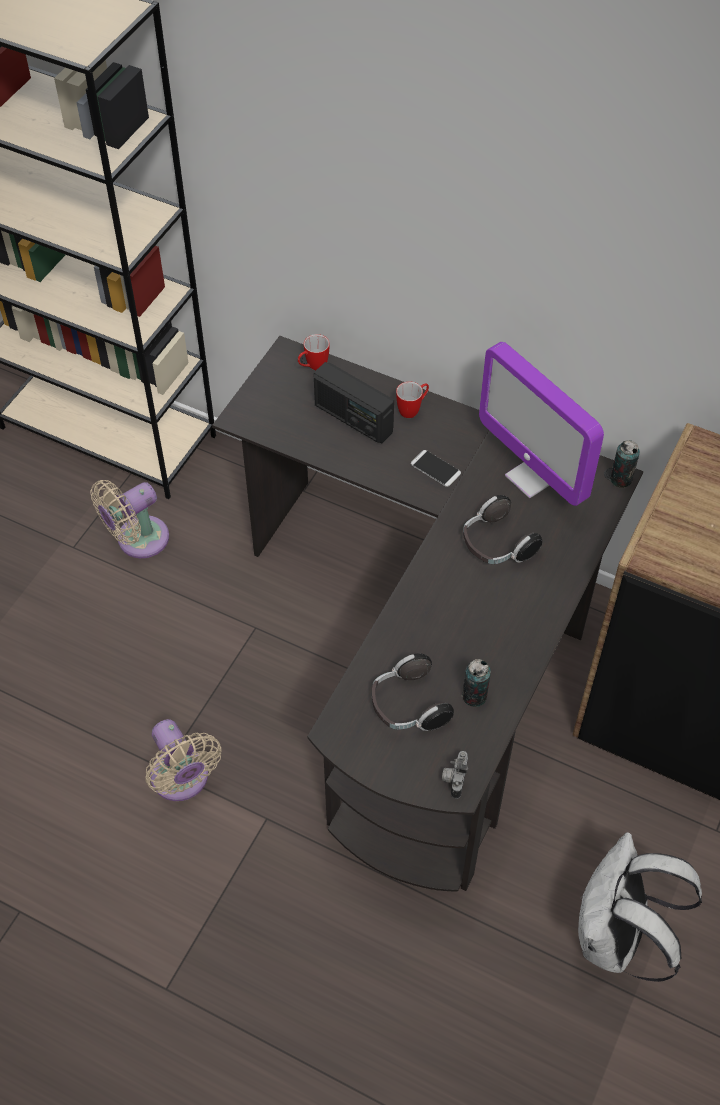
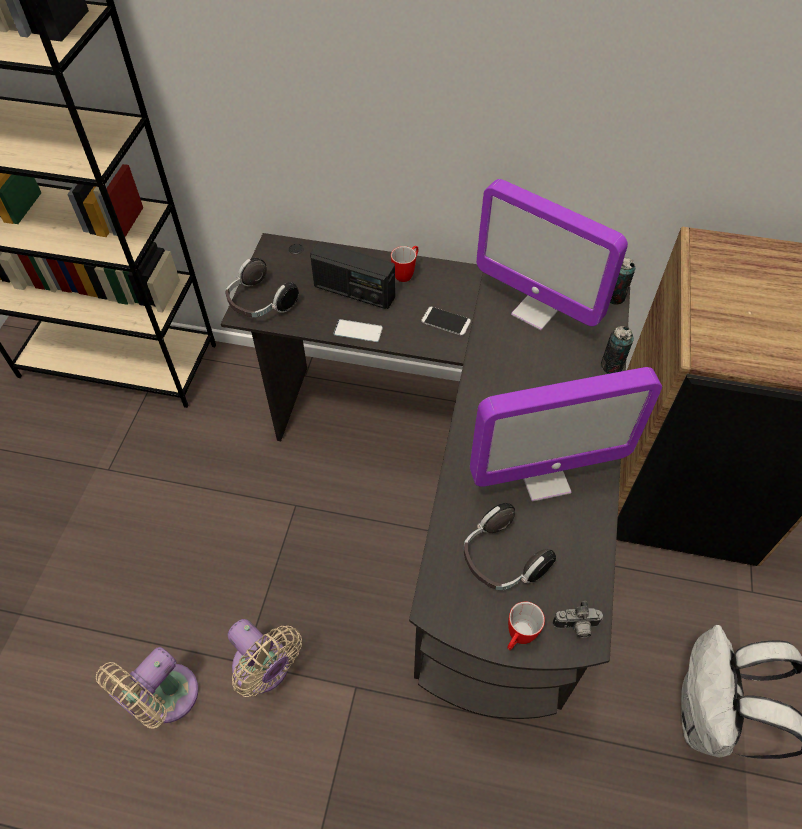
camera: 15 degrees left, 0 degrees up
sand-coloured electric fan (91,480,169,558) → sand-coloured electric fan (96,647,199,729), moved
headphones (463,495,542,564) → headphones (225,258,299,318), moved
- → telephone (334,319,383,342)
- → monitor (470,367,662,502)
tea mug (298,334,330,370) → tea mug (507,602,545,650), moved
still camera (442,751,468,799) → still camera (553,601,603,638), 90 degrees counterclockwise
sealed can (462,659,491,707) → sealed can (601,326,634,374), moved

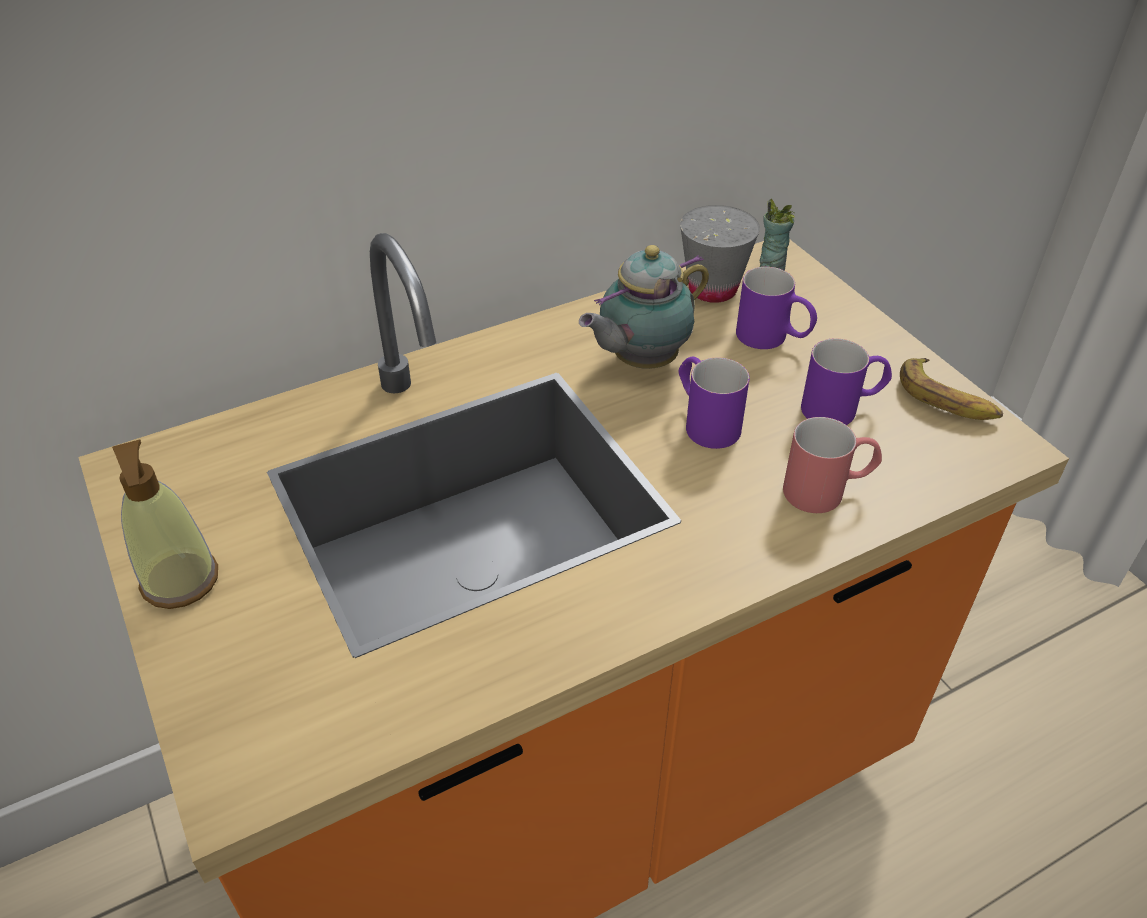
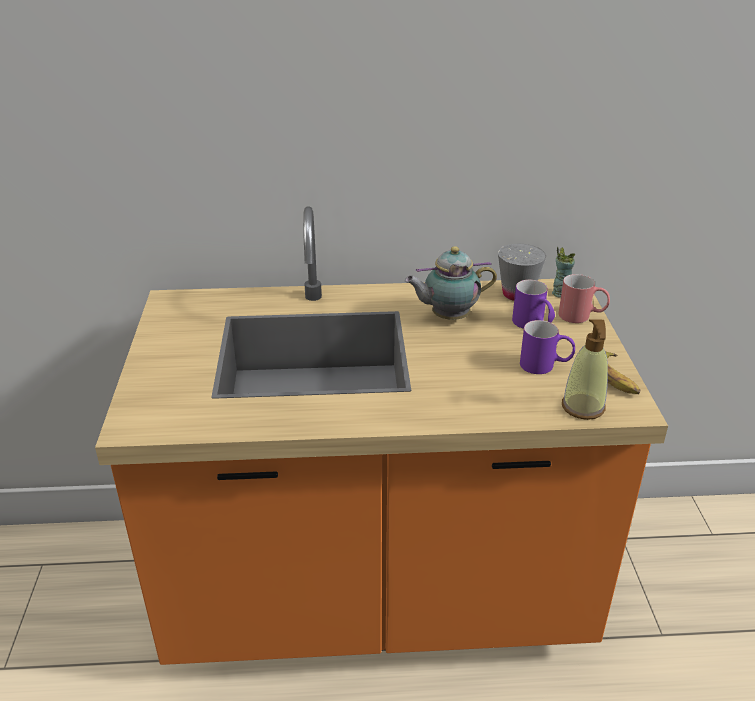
camera: 25 degrees right, 10 degrees down
red-coloured tea mug (783,417,882,513) → red-coloured tea mug (558,274,610,323), moved
liquid soap bottle (112,440,218,609) → liquid soap bottle (562,319,608,420), moved
purple-coloured tea mug (678,357,750,449) → -

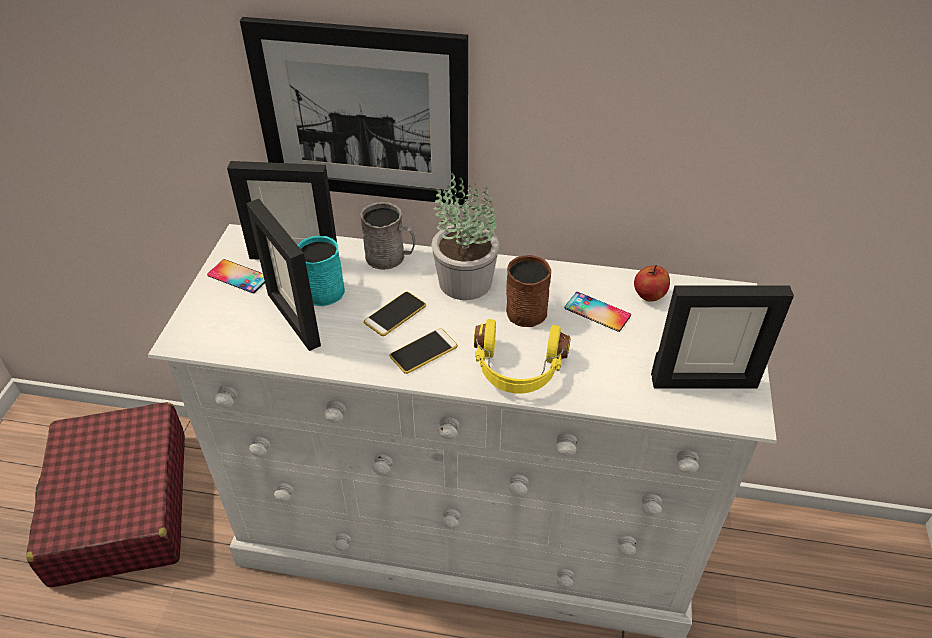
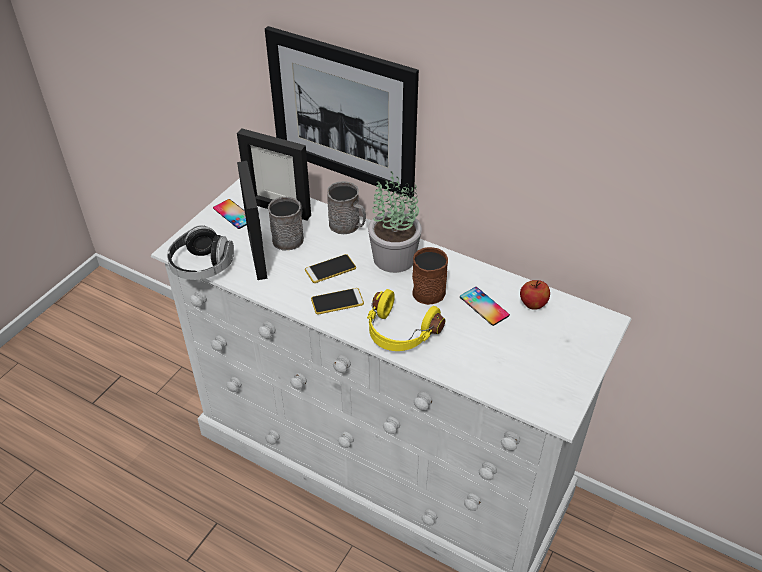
camera: 20 degrees right, 0 degrees up
- → headphones (167,225,234,280)
blue-green tea mug (298,236,345,306) → grey tea mug (268,196,304,250)
red-coloured travel case (26,402,185,588) → -
photo frame (651,285,794,388) → -

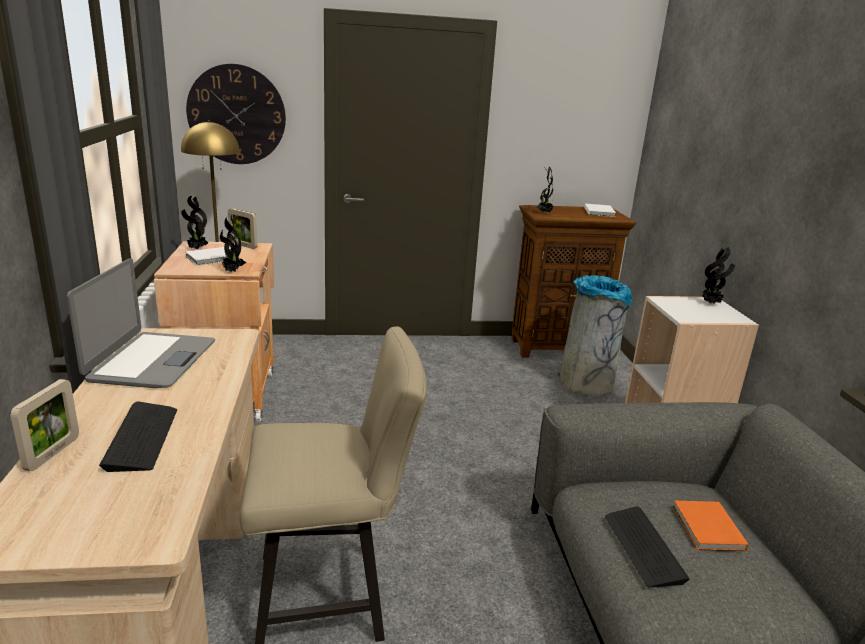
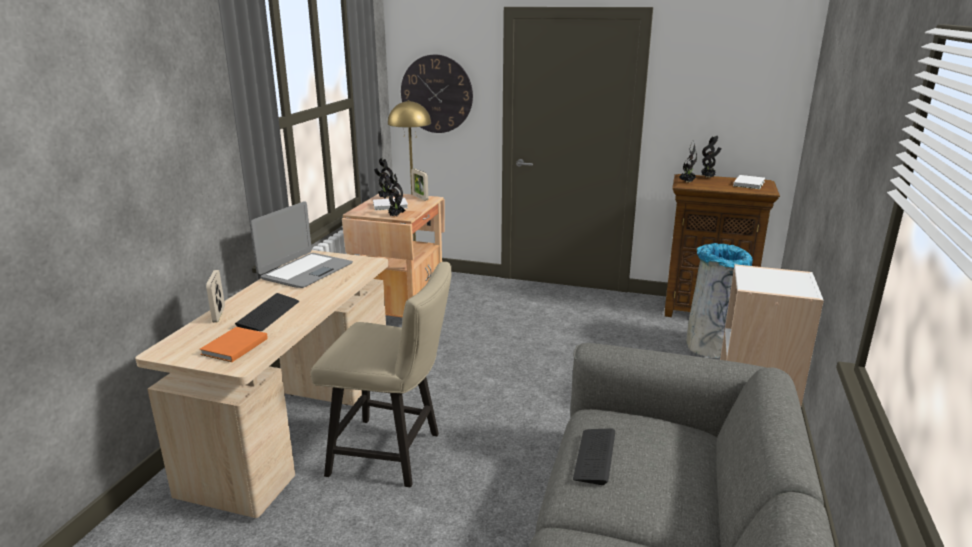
camera: 25 degrees right, 0 degrees up
orangey volume (673,501,749,551) → orangey volume (200,327,268,362), moved
photo frame (11,379,79,471) → photo frame (206,270,225,323), 135 degrees clockwise
houseplant (703,247,735,304) → houseplant (701,136,722,178), moved

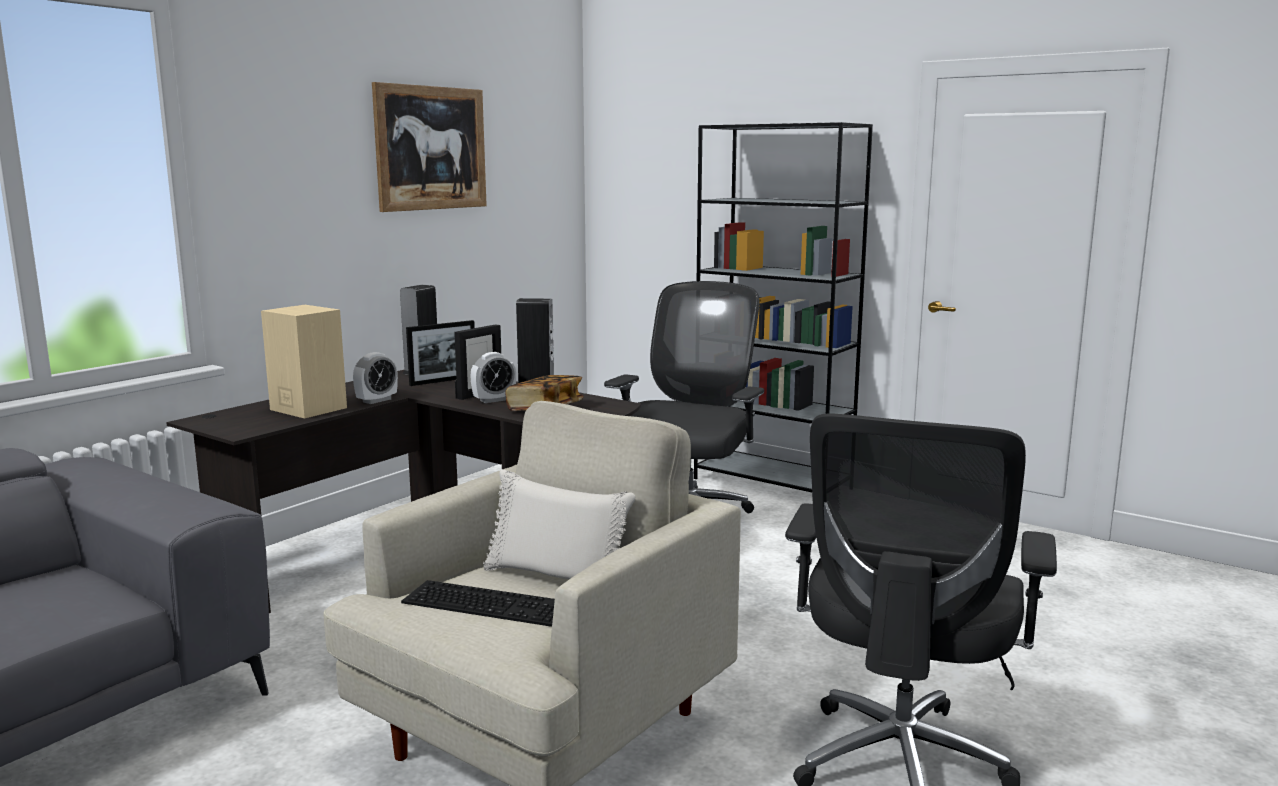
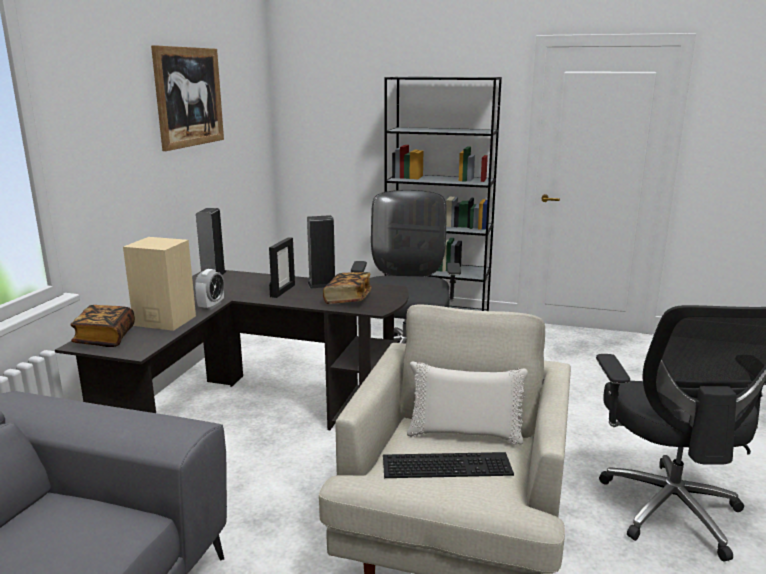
camera: 20 degrees left, 5 degrees up
- → volume (70,305,135,347)
photo frame (406,320,475,386) → -
alarm clock (470,352,516,403) → -

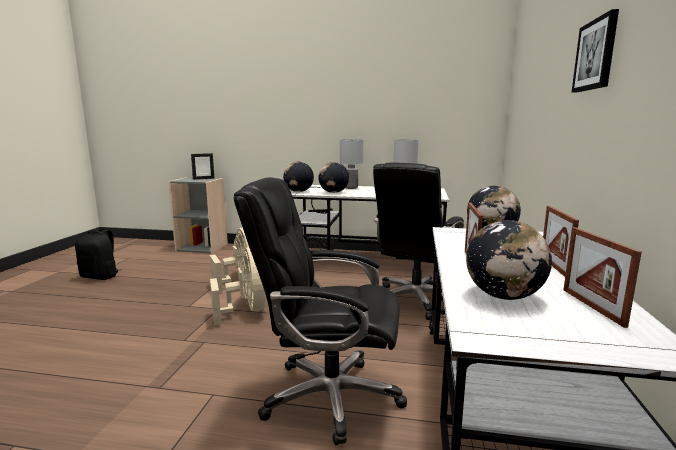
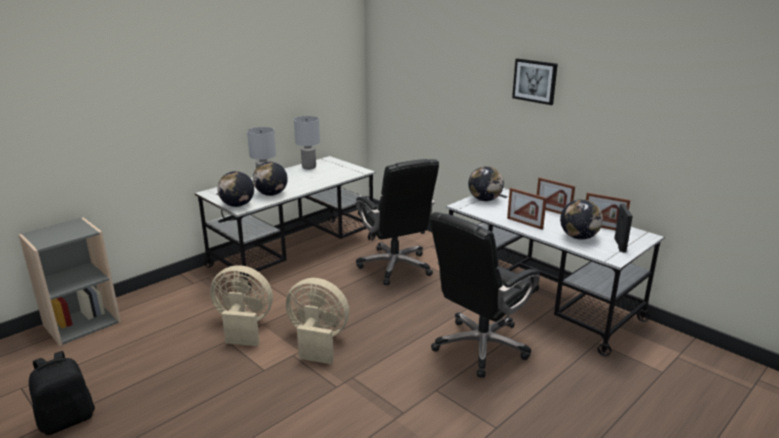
camera: 55 degrees left, 10 degrees up
photo frame (191,153,214,180) → photo frame (614,203,633,253), moved

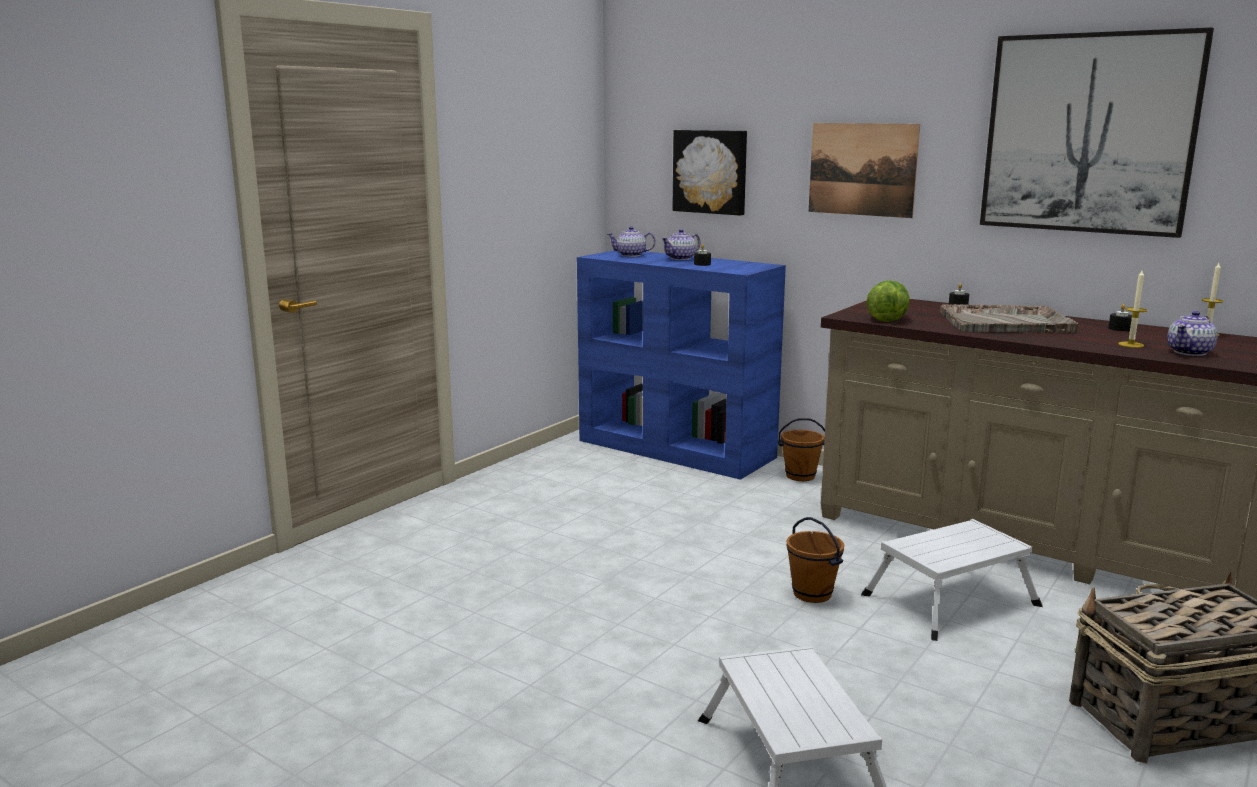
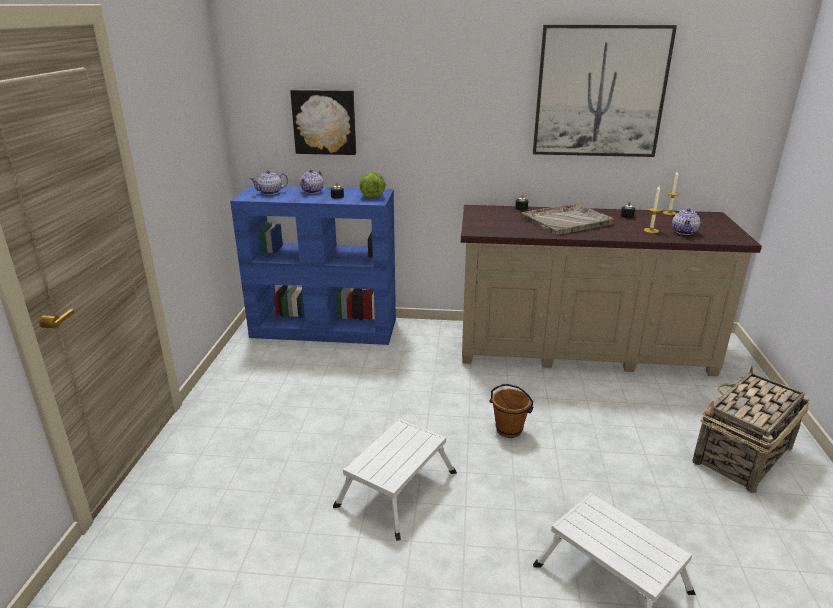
camera: 30 degrees left, 10 degrees up
whitish step stool (861,519,1043,641) → whitish step stool (333,419,457,541), moved
lettuce (866,280,910,322) → lettuce (360,171,385,198), moved
brownish water bucket (778,418,825,481) → -
picture (809,123,920,218) → -

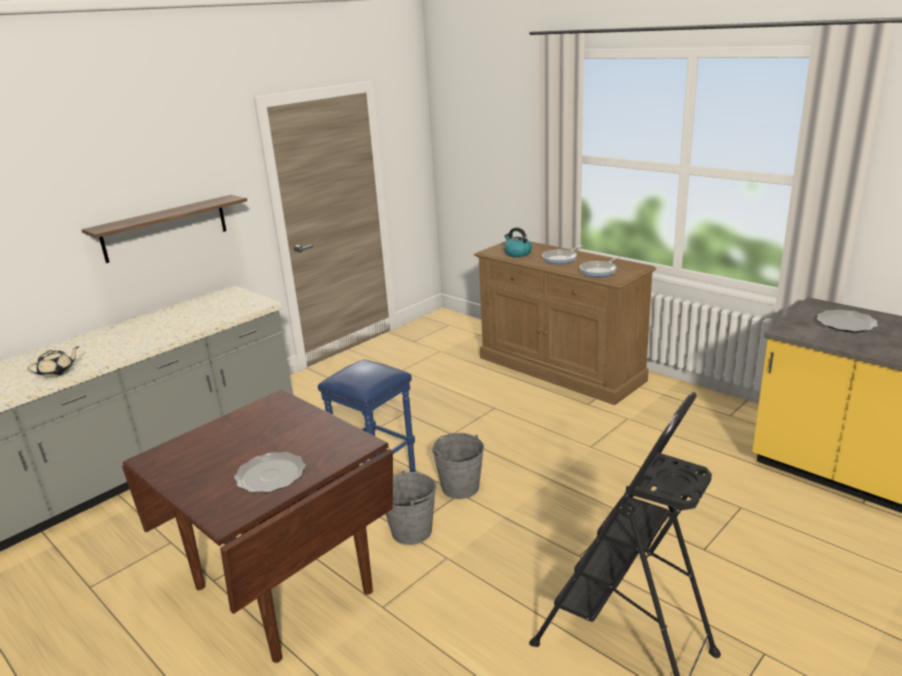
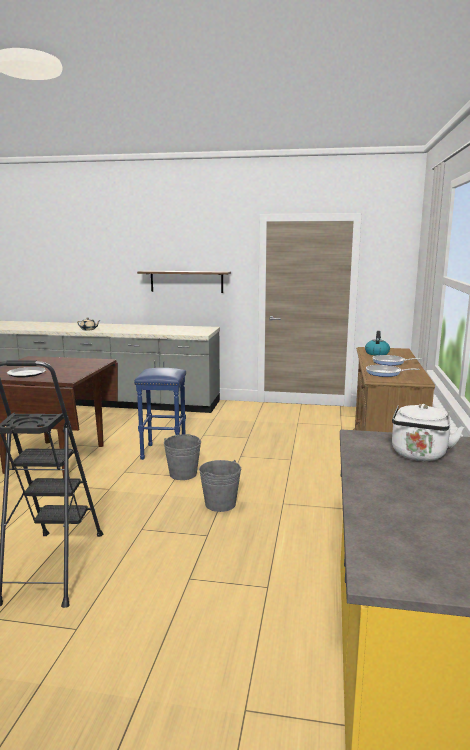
camera: 55 degrees right, 10 degrees down
grey water bucket (386,471,437,545) → grey water bucket (199,460,241,512), moved
flat dish (817,310,878,332) → whitish water kettle (392,404,464,461)

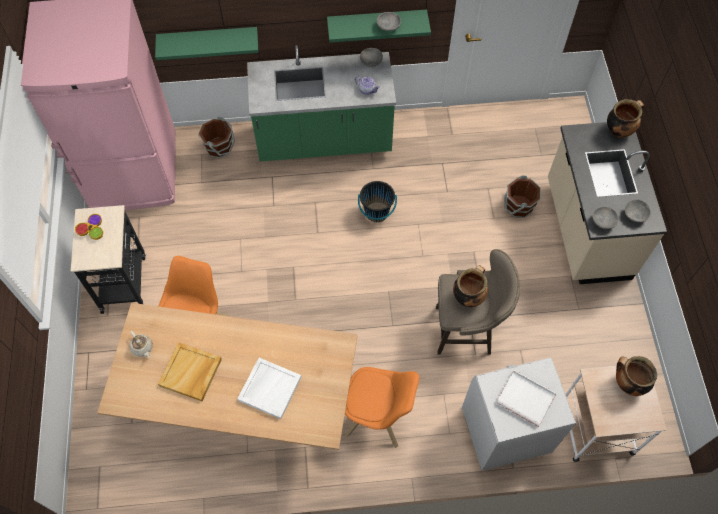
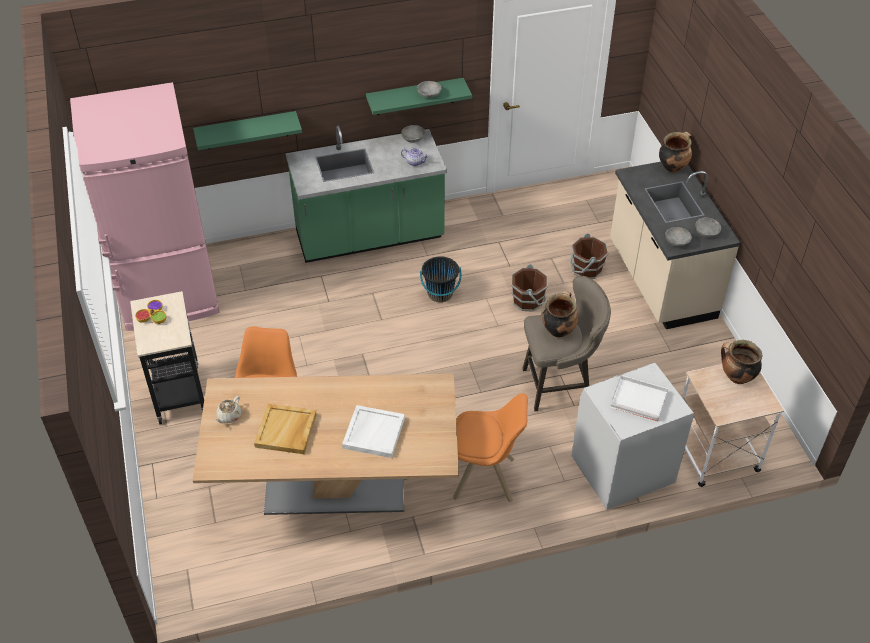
camera: 10 degrees left, 15 degrees down
sand-coloured pot for tea (129,331,153,357) → sand-coloured pot for tea (215,396,241,423), 75 degrees clockwise
brownish water bucket (198,116,235,158) → brownish water bucket (511,264,548,312), moved

